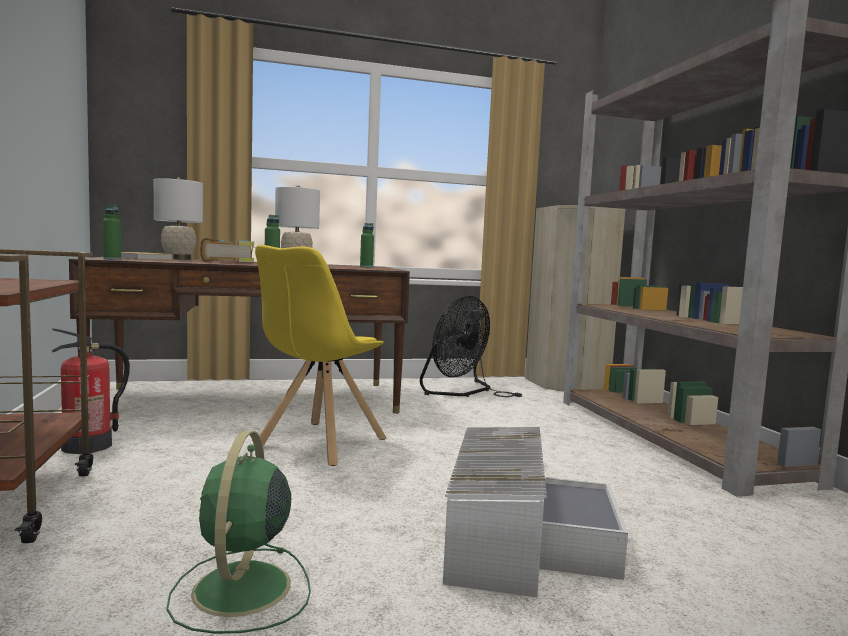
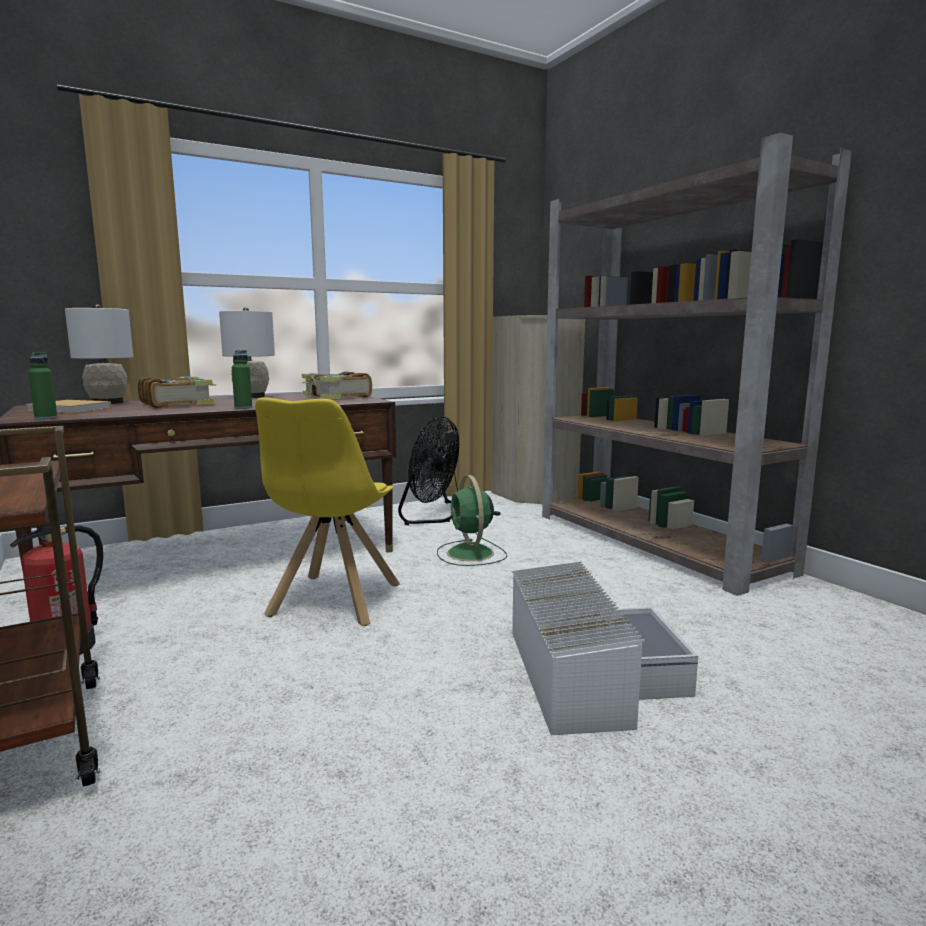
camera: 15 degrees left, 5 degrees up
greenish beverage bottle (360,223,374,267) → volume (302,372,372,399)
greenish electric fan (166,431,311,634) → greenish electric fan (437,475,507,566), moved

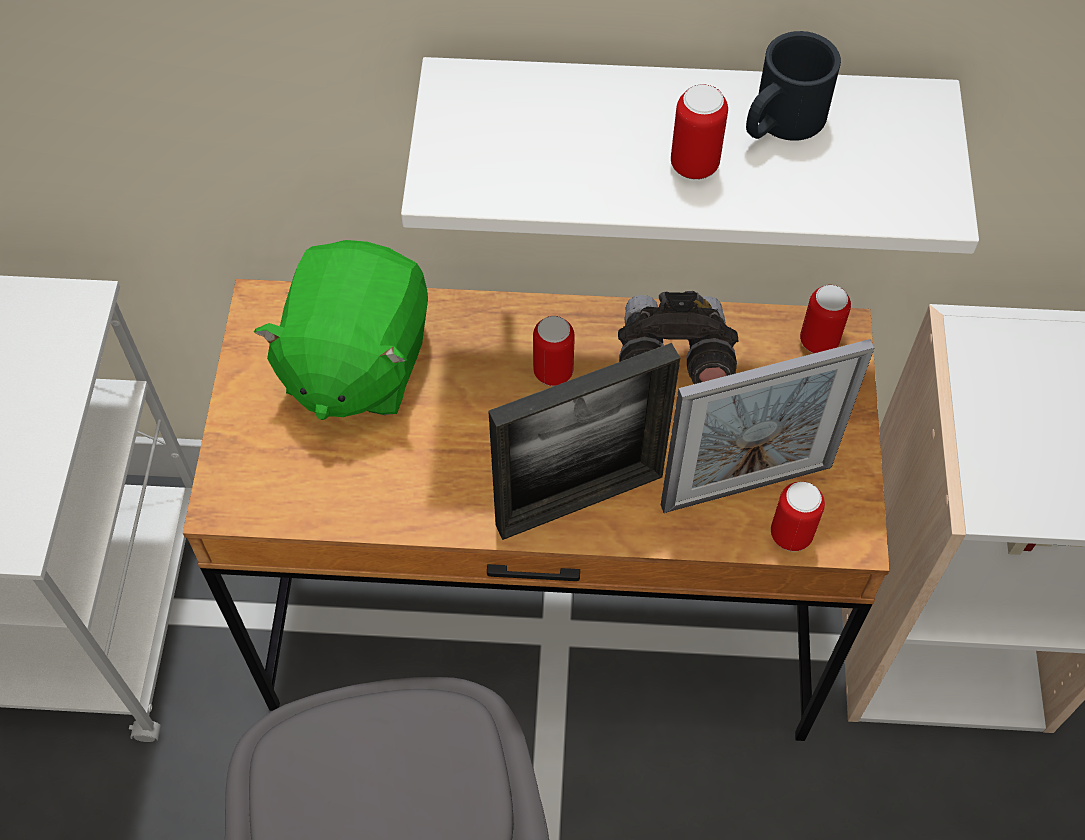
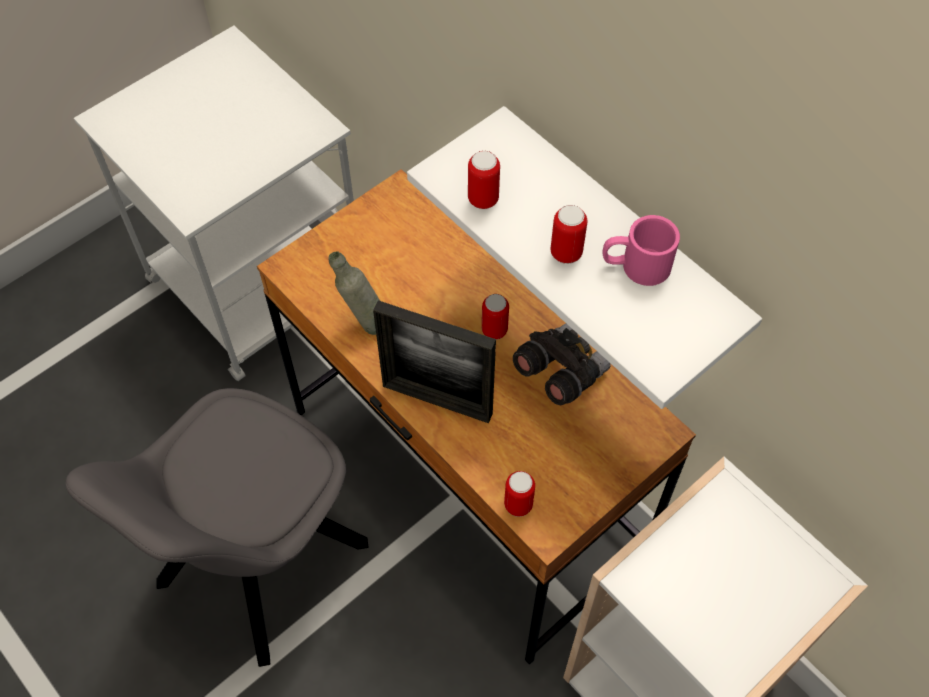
camera: 45 degrees right, 0 degrees up
- → grey beverage bottle (328,251,380,335)
sealed can (800,285,851,353) → sealed can (468,151,500,209), moved
black tea mug (746,31,841,141) → pink tea mug (602,215,680,286)
greenish cuddly toy (254,240,428,420) → -
photo frame (661,339,875,513) → -

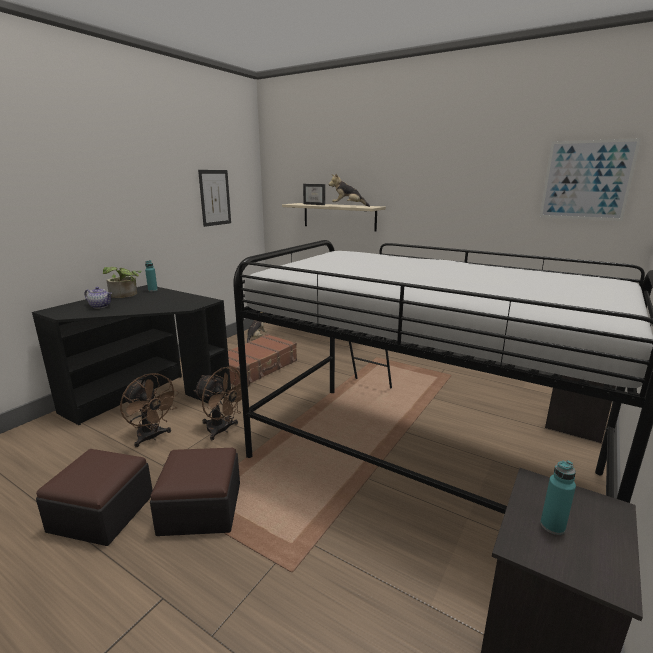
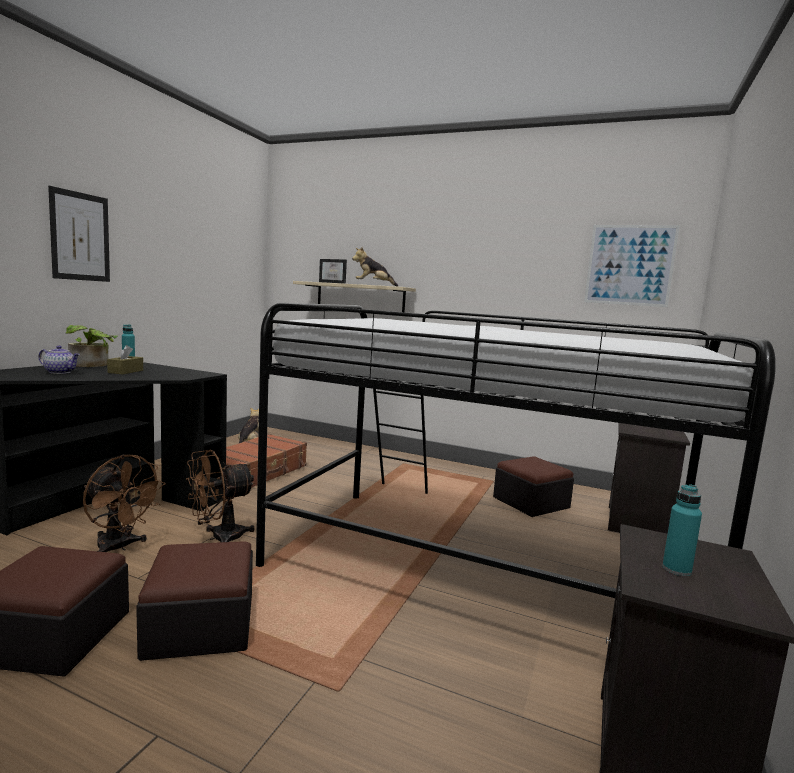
camera: 10 degrees left, 10 degrees down
picture (198,170,231,227) → picture (48,186,110,282), moved
- → brownish tissue box (107,345,143,374)
brownish electric fan (194,367,250,440) → brownish electric fan (186,449,255,542), 120 degrees clockwise
- → footrest (493,456,574,517)

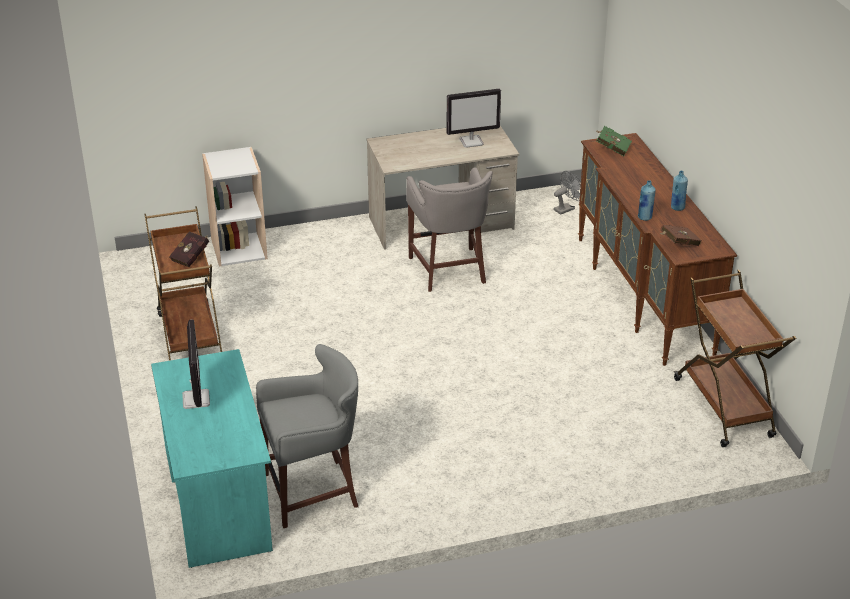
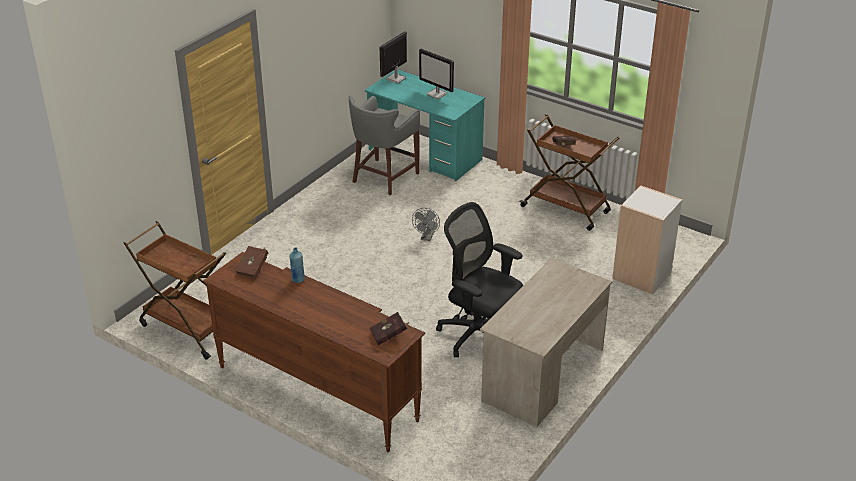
camera: 140 degrees right, 0 degrees up
greenish volume (595,126,632,156) → red-coloured volume (369,312,410,345)
monitor (446,88,501,148) → monitor (380,32,407,83), moved
grey electric fan (554,171,581,215) → grey electric fan (412,208,440,241), moved
grey stool seat (406,167,493,292) → black desk chair (436,202,523,357)
bluish beverage bottle (671,171,688,211) → -

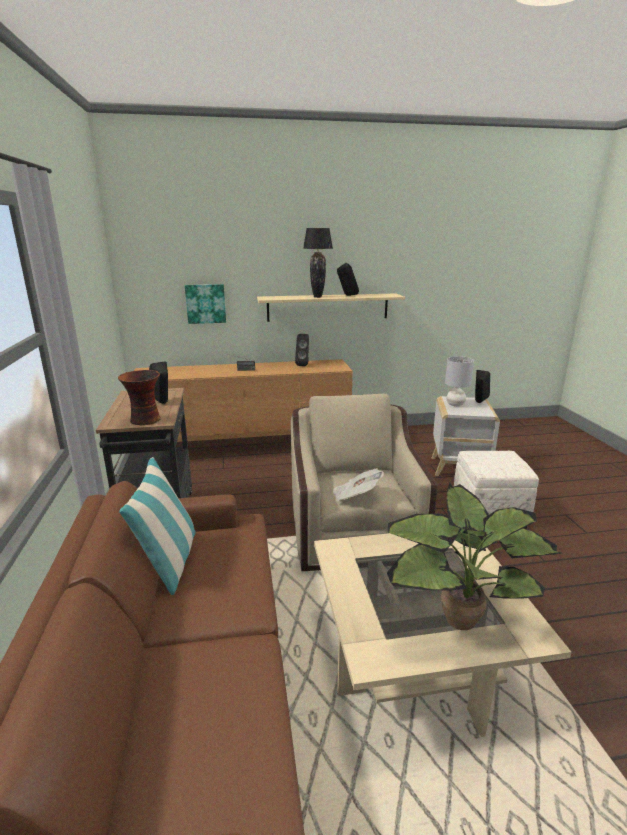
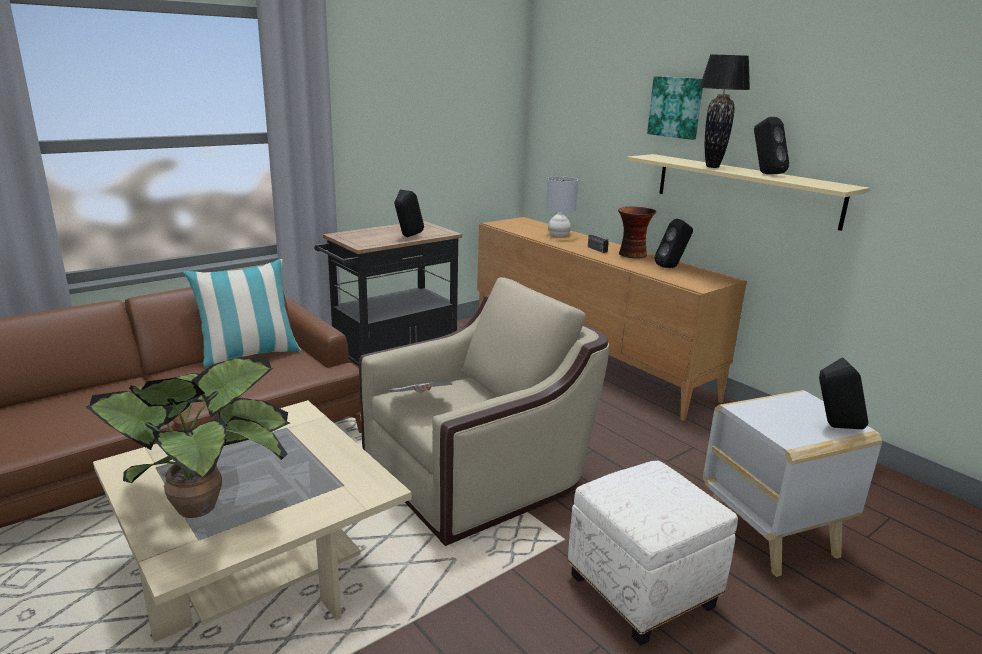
camera: 60 degrees right, 0 degrees up
grey table lamp (445,356,474,406) → grey table lamp (545,176,578,237), moved
flower vase (118,370,161,425) → flower vase (618,207,656,258), moved
picture (185,284,226,324) → picture (647,76,703,140), moved

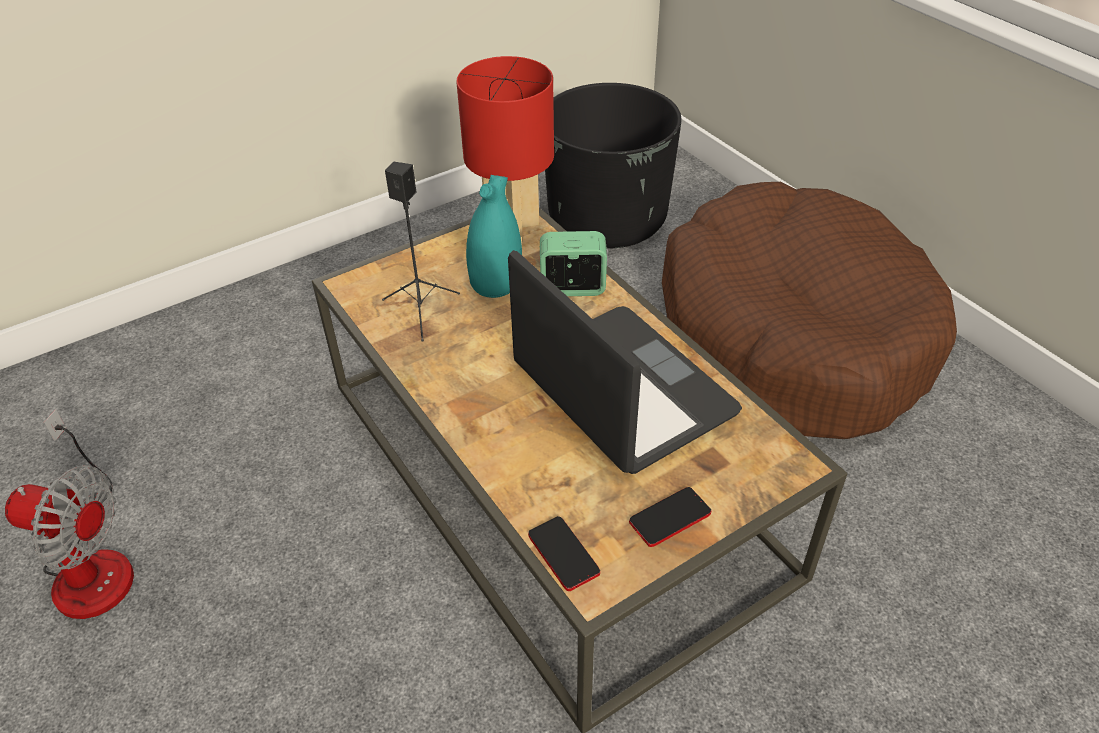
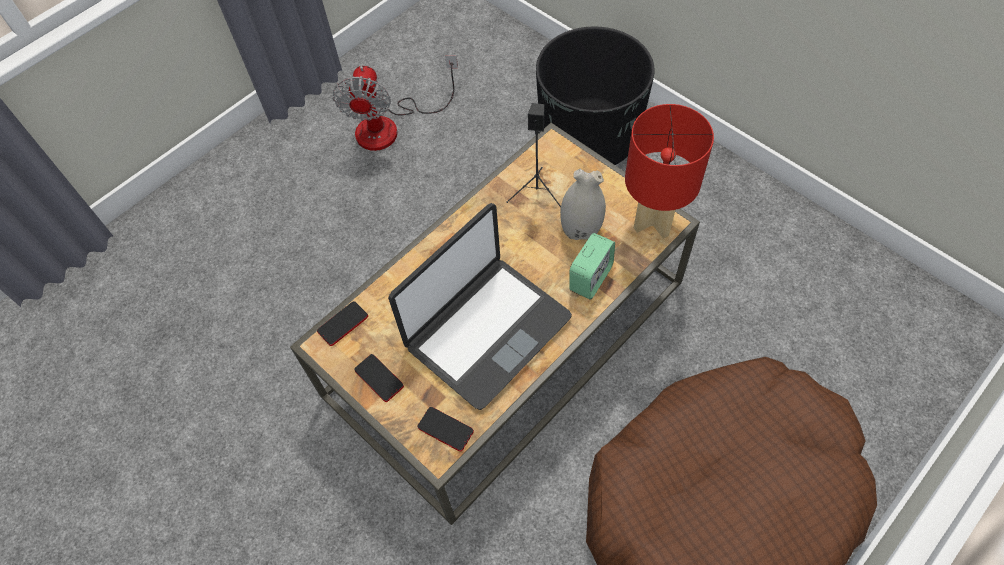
camera: 80 degrees right, 15 degrees up
- → telephone (417,407,474,451)
black planter (545,83,681,248) → black planter (536,27,654,165), moved
blue-green flower vase (466,175,522,298) → whitish flower vase (560,169,606,240)
alarm clock (540,231,607,296) → alarm clock (569,233,615,300), 45 degrees clockwise

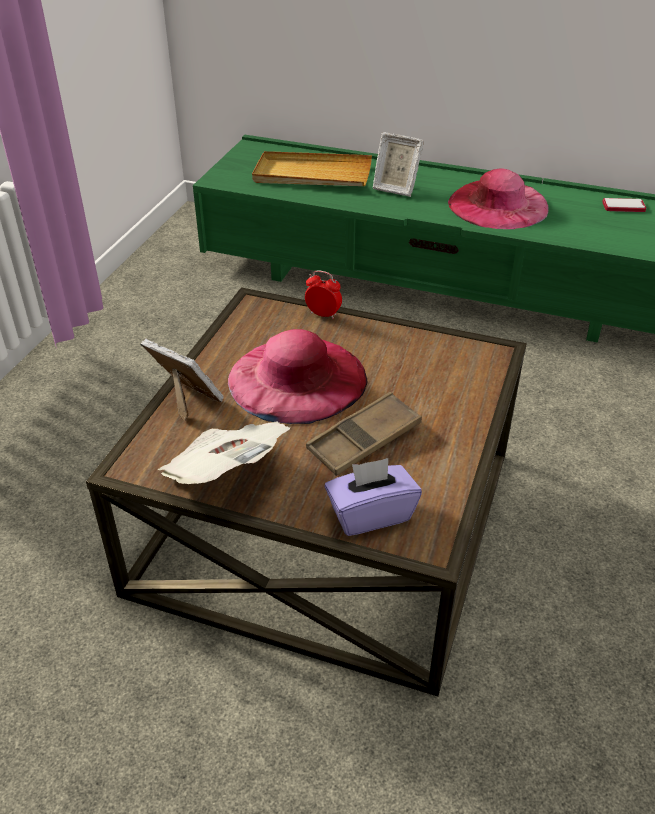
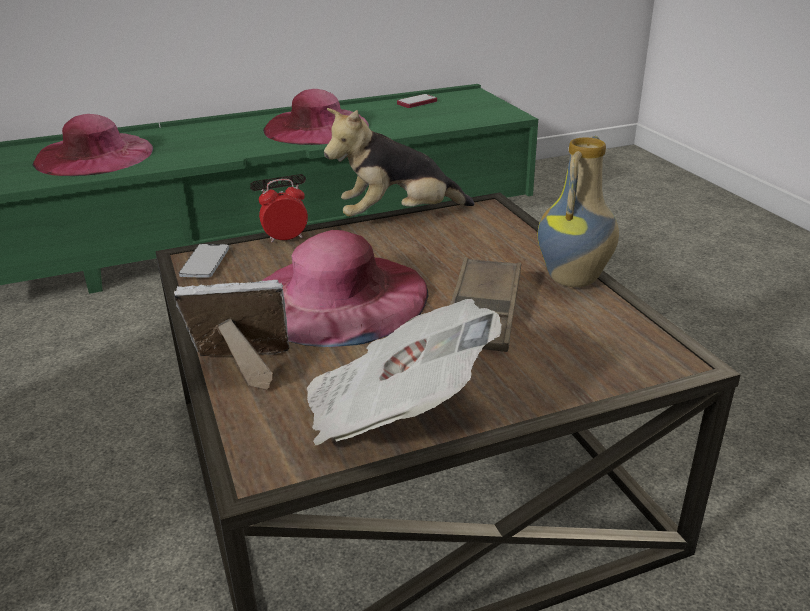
camera: 40 degrees left, 10 degrees down
sand-coloured carrying tray (252,151,372,186) → pink hat (33,114,153,176)
- → telephone (179,244,229,278)
- → cuddly toy (324,108,475,217)
- → flower vase (538,136,619,287)
purple-coloured tissue box (324,458,422,536) → -
photo frame (373,132,424,197) → -

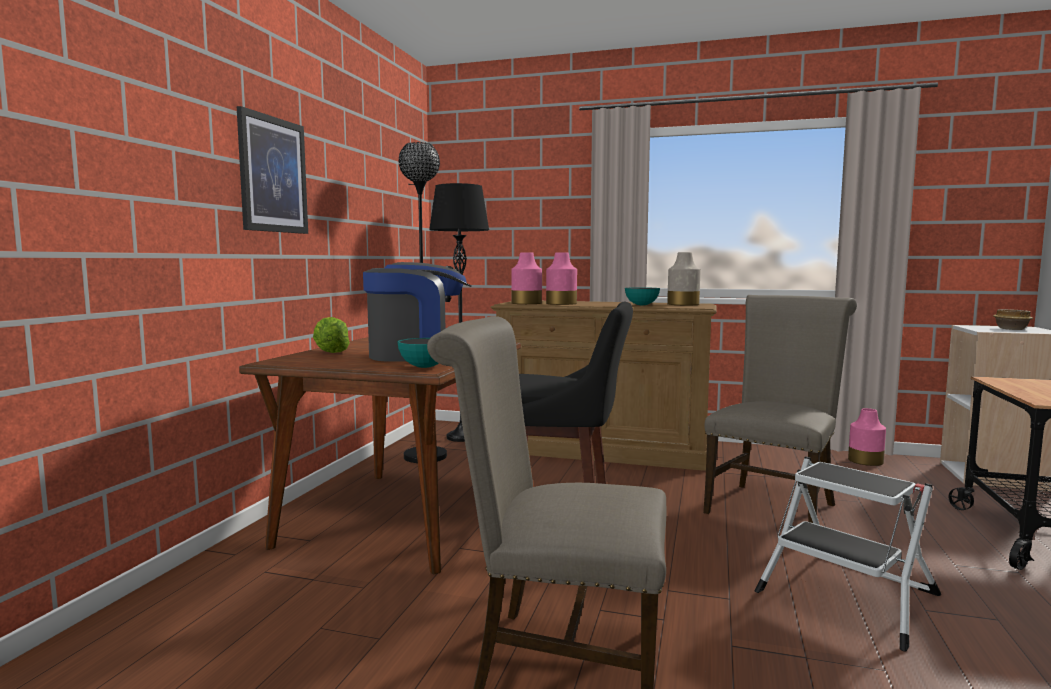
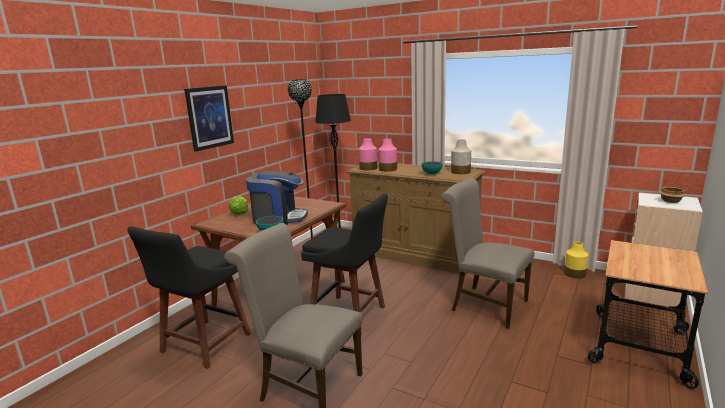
camera: 15 degrees right, 10 degrees up
- → black stool seat (127,226,251,369)
sand-coloured upright chair (703,295,857,523) → sand-coloured upright chair (441,178,535,329), 105 degrees counterclockwise
pink flower vase (848,408,886,466) → yellowish flower vase (564,241,589,278)
step stool (755,457,941,652) → -

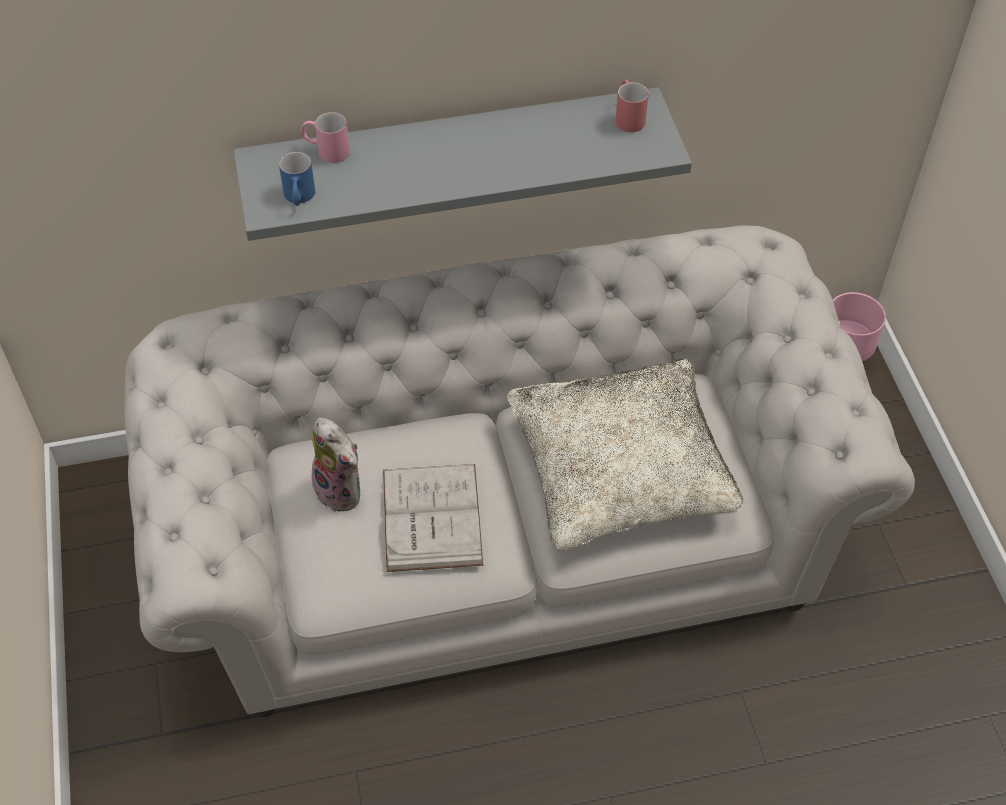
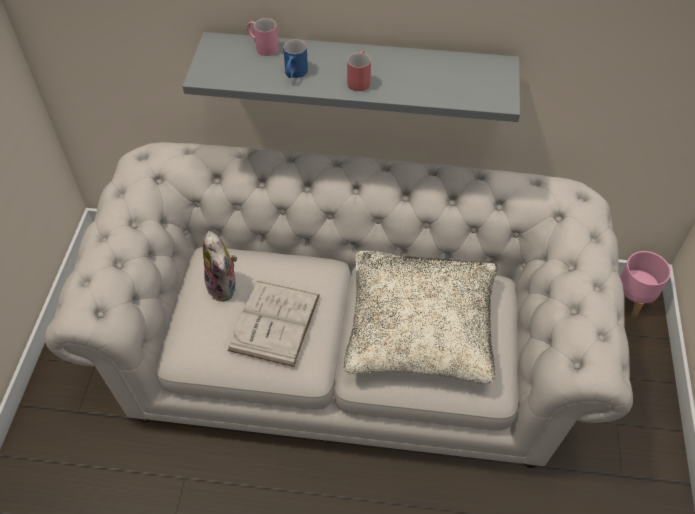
camera: 20 degrees right, 0 degrees up
bluish tea mug (279,152,315,206) → bluish tea mug (283,39,308,78), moved
red-coloured tea mug (615,80,649,132) → red-coloured tea mug (347,51,371,91), moved

